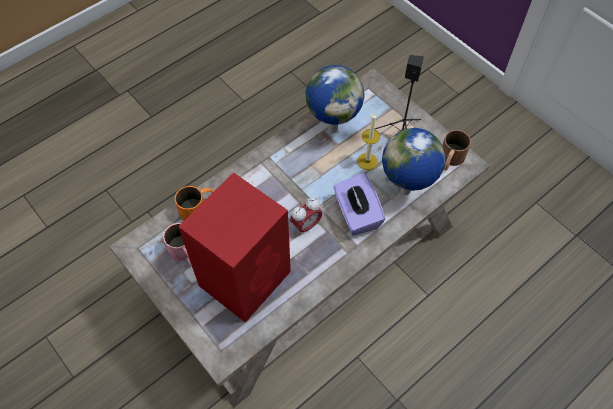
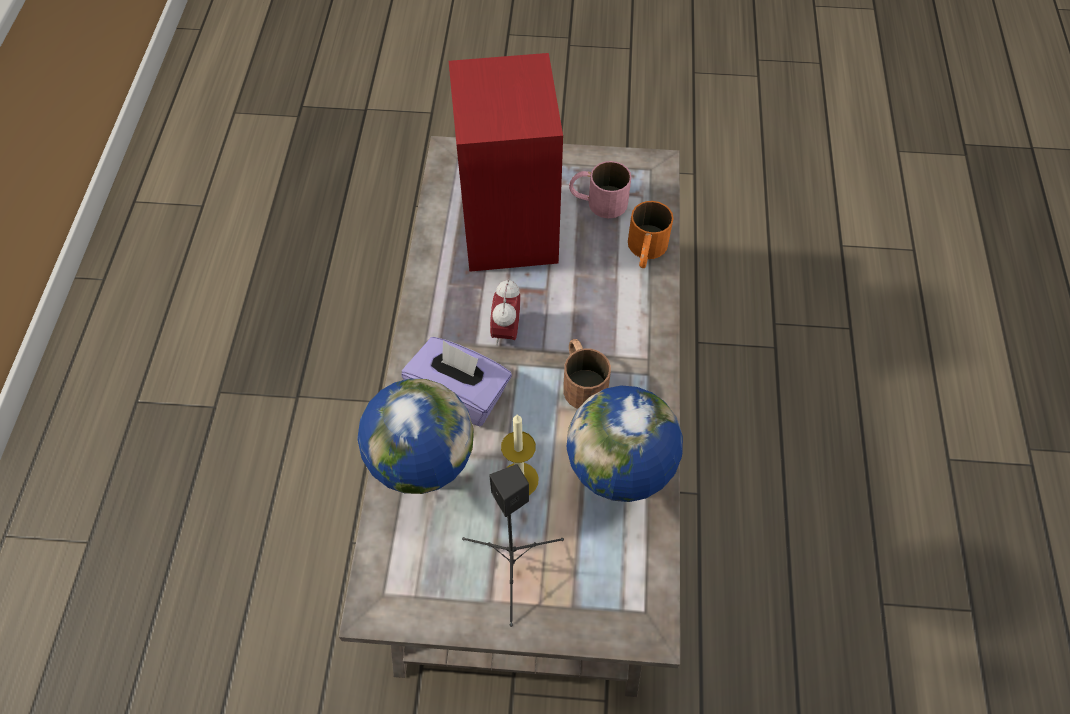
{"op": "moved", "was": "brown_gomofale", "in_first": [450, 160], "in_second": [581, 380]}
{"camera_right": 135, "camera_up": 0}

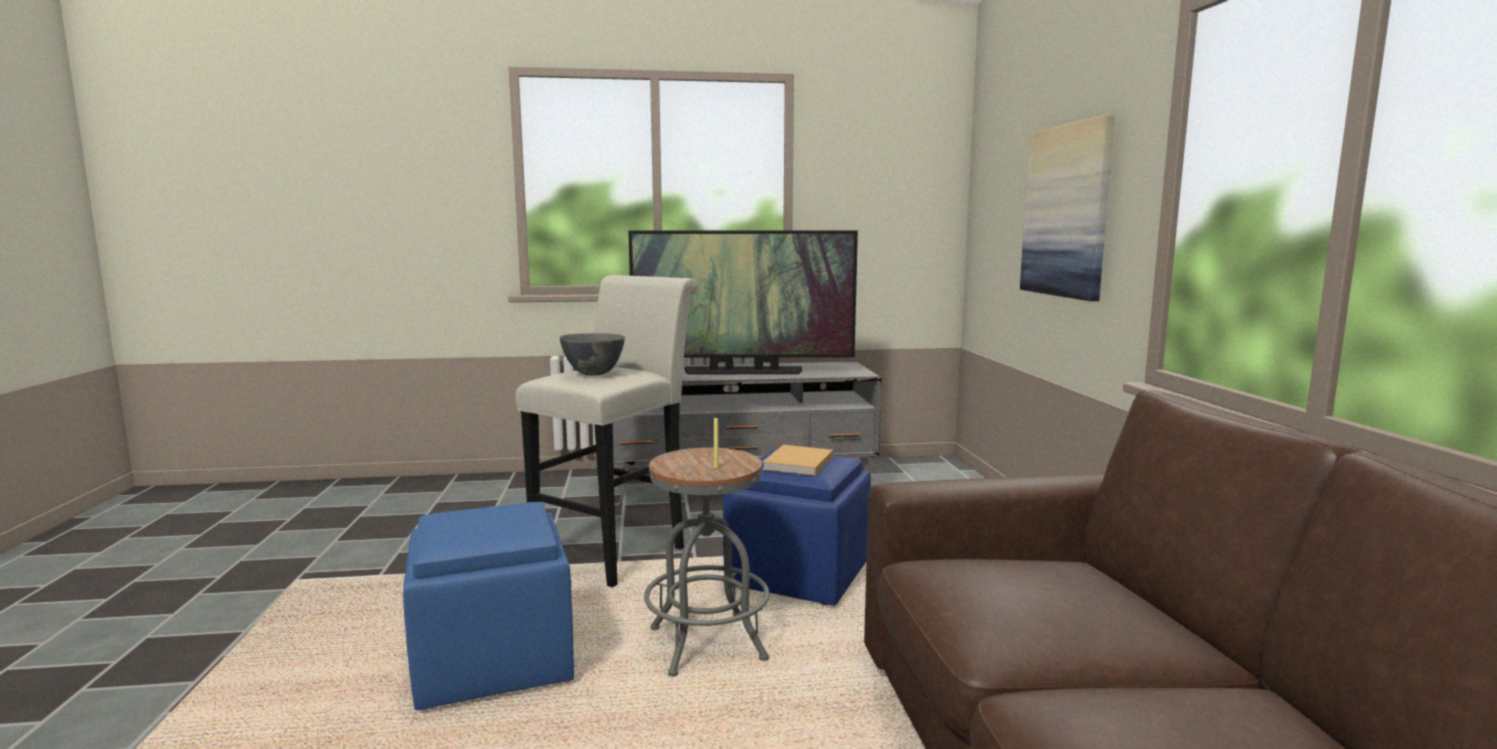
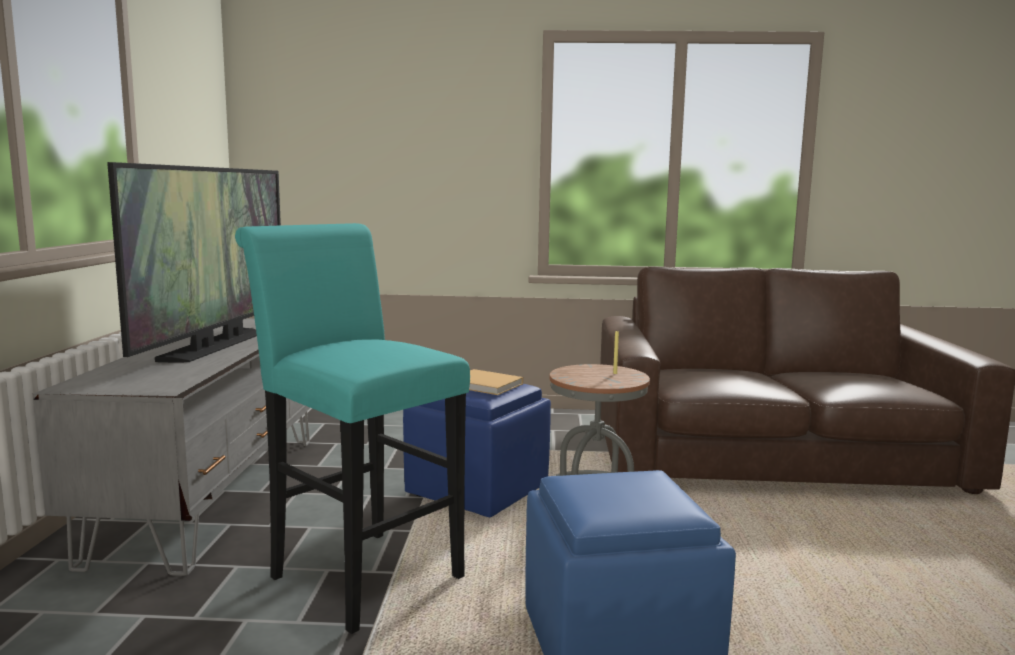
{"op": "removed", "was": "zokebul", "in_first": [1067, 211]}
{"op": "recoloured", "was": "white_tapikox", "now": "turquoise_tapikox", "in_first": [617, 550], "in_second": [358, 572]}
{"op": "removed", "was": "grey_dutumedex", "in_first": [594, 374]}
{"camera_right": -80, "camera_up": 0}

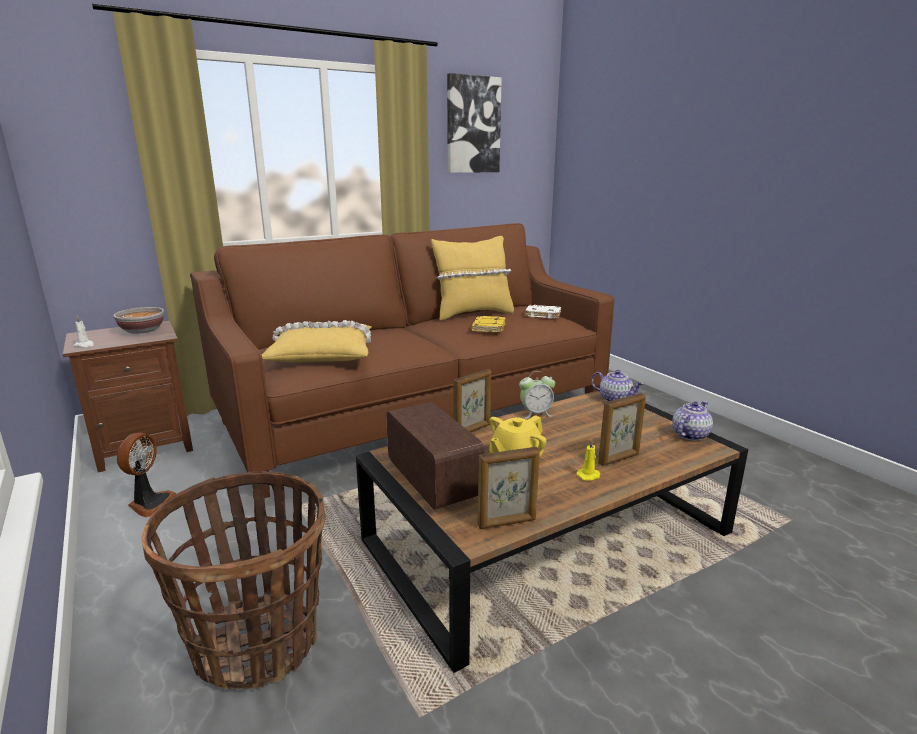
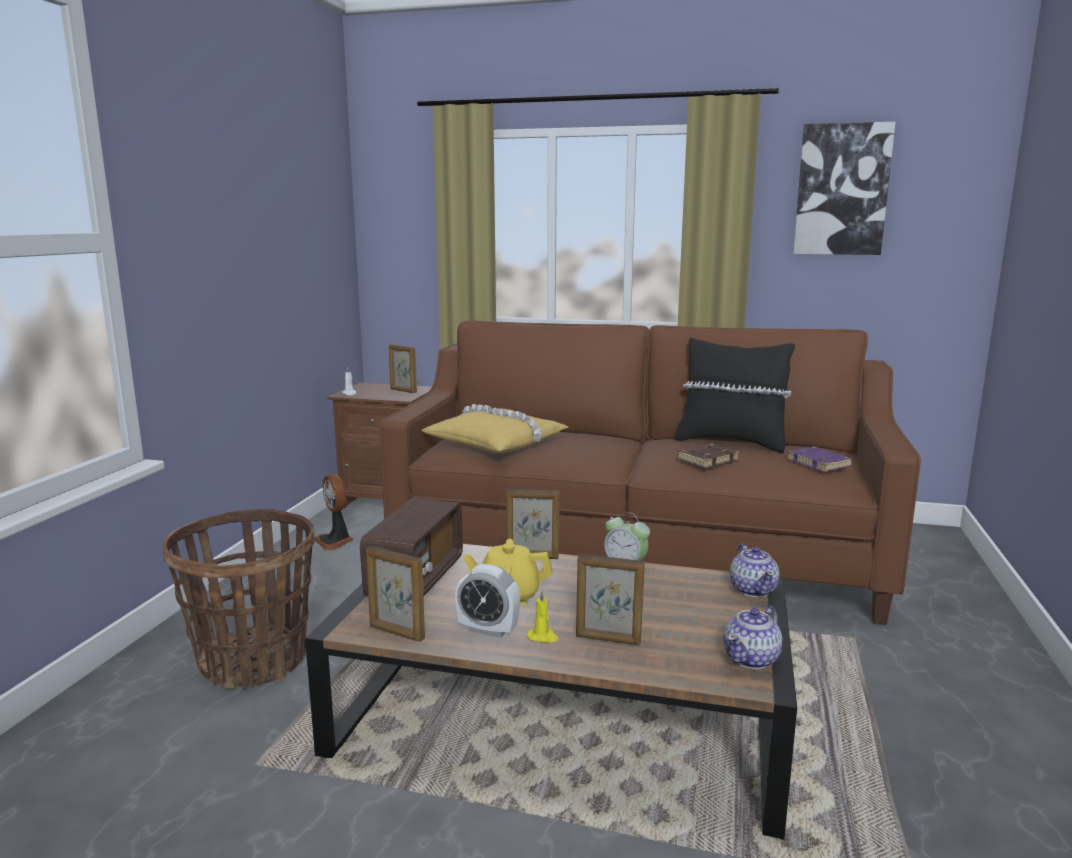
{"op": "recoloured", "was": "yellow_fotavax", "now": "black_fotavax", "in_first": [472, 314], "in_second": [731, 442]}
{"op": "recoloured", "was": "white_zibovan", "now": "purple_zibovan", "in_first": [543, 314], "in_second": [820, 463]}
{"op": "replaced", "was": "dutumedex", "now": "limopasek", "in_first": [143, 330], "in_second": [403, 391]}
{"op": "recoloured", "was": "yellow_zibovan", "now": "brown_zibovan", "in_first": [488, 327], "in_second": [707, 459]}
{"op": "turned", "was": "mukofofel", "in_first": [689, 435], "in_second": [752, 659], "clockwise": 135}
{"op": "turned", "was": "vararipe", "in_first": [150, 503], "in_second": [335, 541], "clockwise": 90}
{"op": "added", "now": "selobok", "in_second": [488, 630]}
{"camera_right": 45, "camera_up": -5}

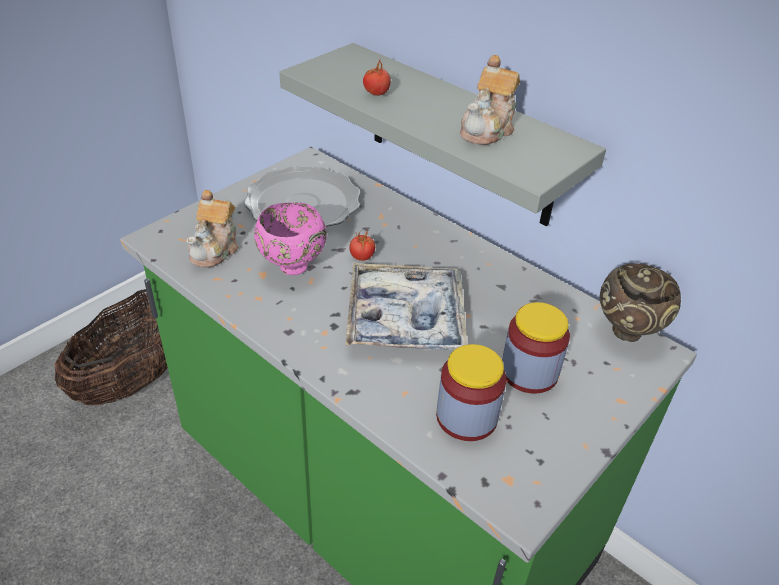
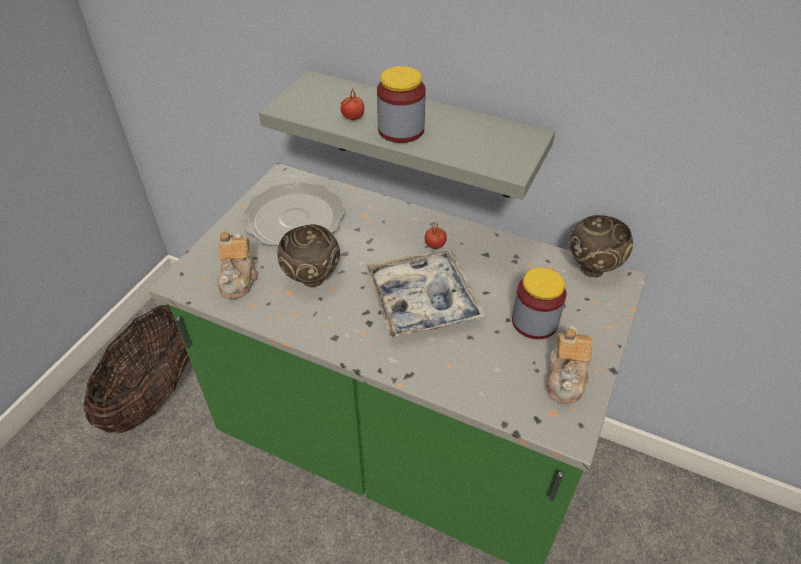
{"op": "moved", "was": "mukofofel", "in_first": [488, 129], "in_second": [566, 378]}
{"op": "recoloured", "was": "pink_dutumedex", "now": "brown_dutumedex", "in_first": [291, 268], "in_second": [311, 280]}
{"op": "moved", "was": "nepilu", "in_first": [362, 257], "in_second": [435, 245]}
{"op": "moved", "was": "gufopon", "in_first": [466, 417], "in_second": [401, 130]}
{"camera_right": -15, "camera_up": 5}

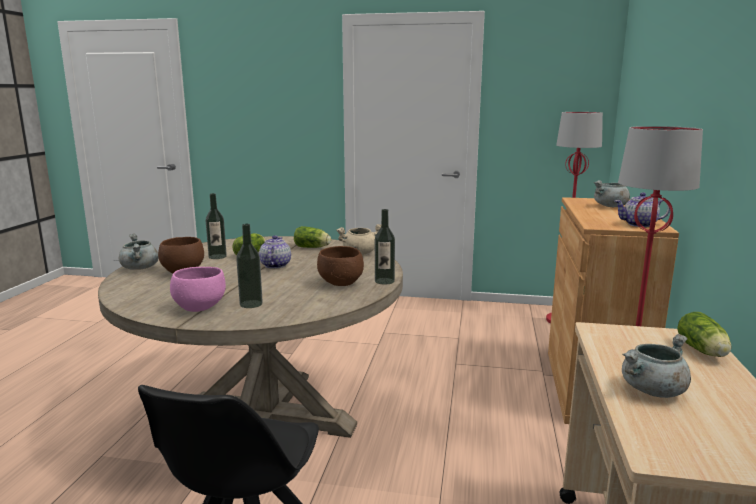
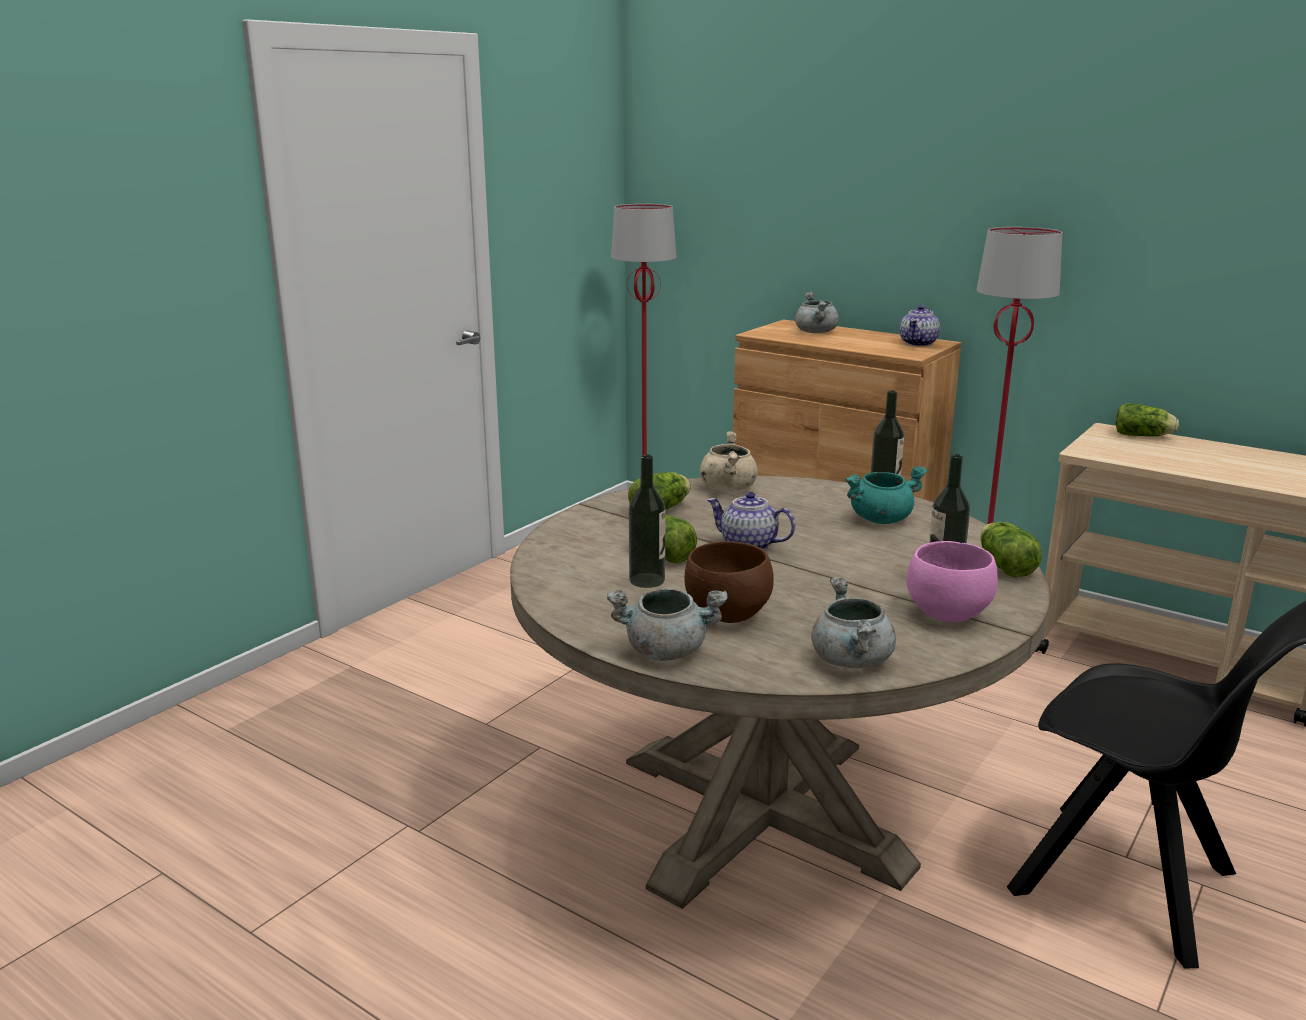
{"op": "replaced", "was": "brown_dutumedex", "now": "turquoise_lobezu", "in_first": [342, 284], "in_second": [881, 519]}
{"op": "moved", "was": "grey_lobezu", "in_first": [652, 391], "in_second": [852, 661]}
{"op": "added", "now": "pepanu", "in_second": [1004, 565]}
{"camera_right": -65, "camera_up": 5}

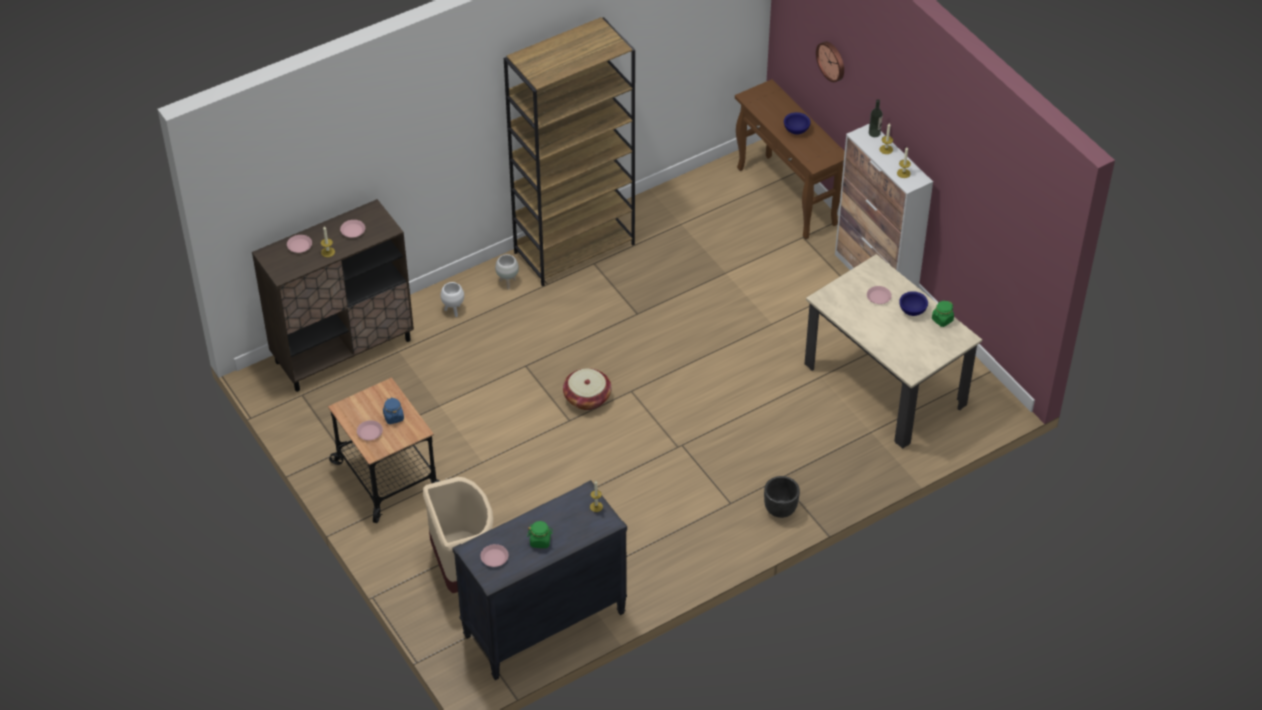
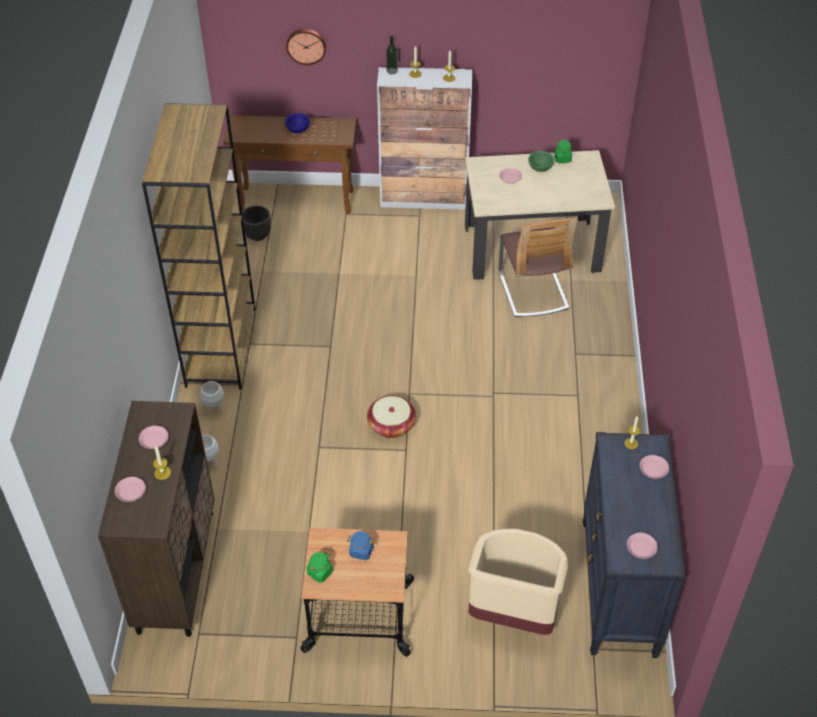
{"op": "recoloured", "was": "blue_dutumedex", "now": "green_dutumedex", "in_first": [912, 310], "in_second": [539, 168]}
{"op": "moved", "was": "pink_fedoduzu", "in_first": [370, 432], "in_second": [653, 468]}
{"op": "moved", "was": "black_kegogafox", "in_first": [780, 509], "in_second": [257, 235]}
{"op": "moved", "was": "green_gufopon", "in_first": [540, 541], "in_second": [320, 572]}
{"op": "added", "now": "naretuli", "in_second": [533, 291]}
{"camera_right": -55, "camera_up": 0}

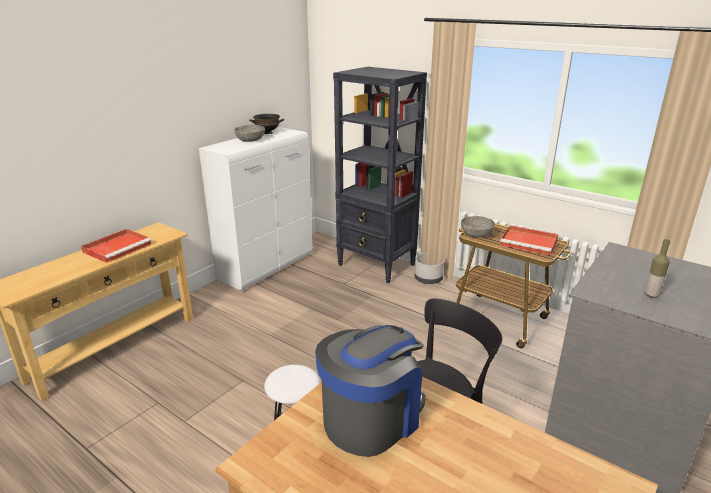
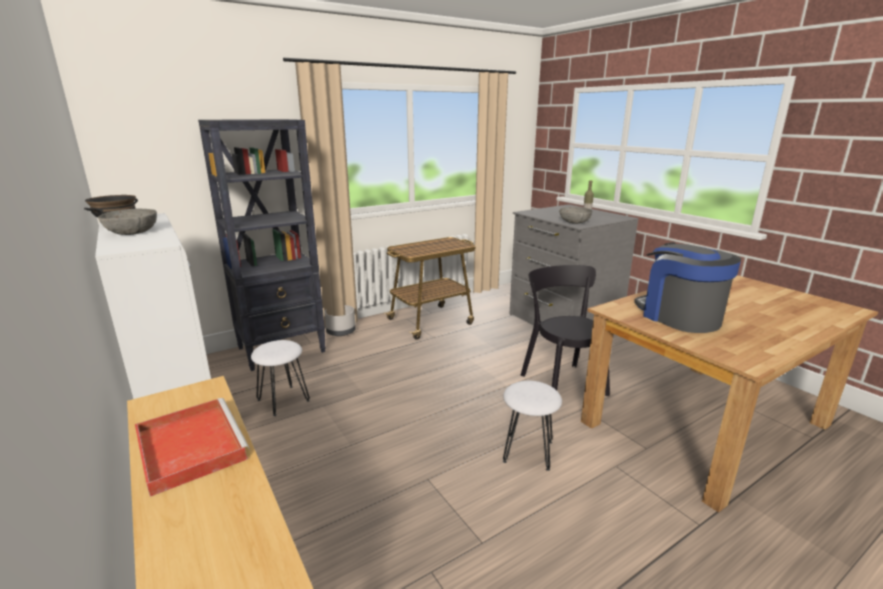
{"op": "moved", "was": "grey_dutumedex", "in_first": [476, 234], "in_second": [574, 222]}
{"op": "removed", "was": "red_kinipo", "in_first": [530, 242]}
{"op": "added", "now": "white_tapikox", "in_second": [283, 400]}
{"camera_right": -70, "camera_up": -5}

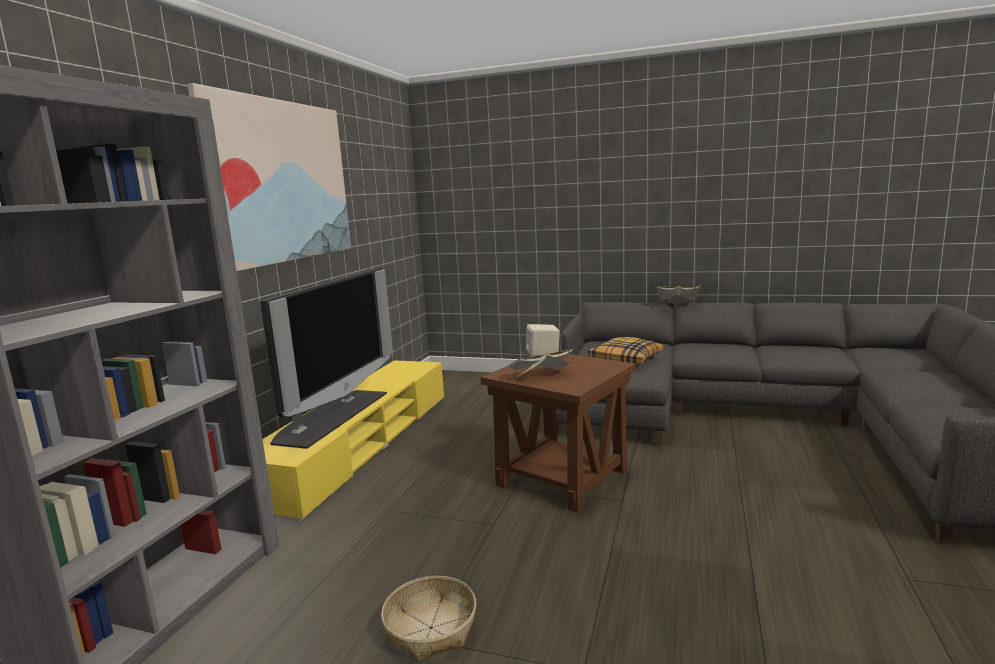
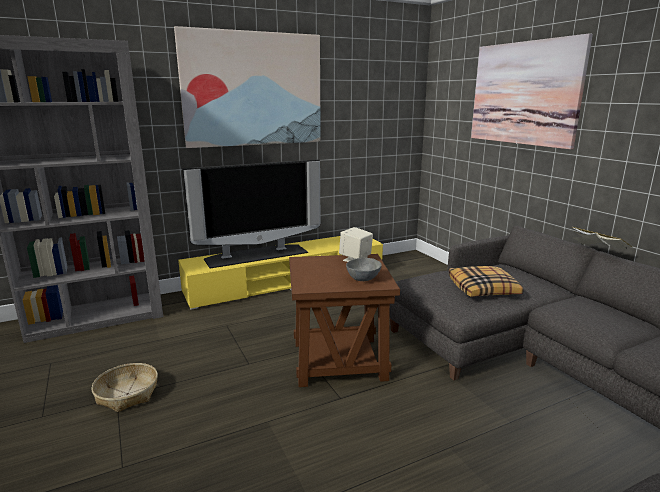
{"op": "removed", "was": "zibovan", "in_first": [541, 376]}
{"op": "added", "now": "zokebul", "in_second": [524, 93]}
{"op": "added", "now": "grey_dutumedex", "in_second": [364, 279]}
{"camera_right": 45, "camera_up": 5}

